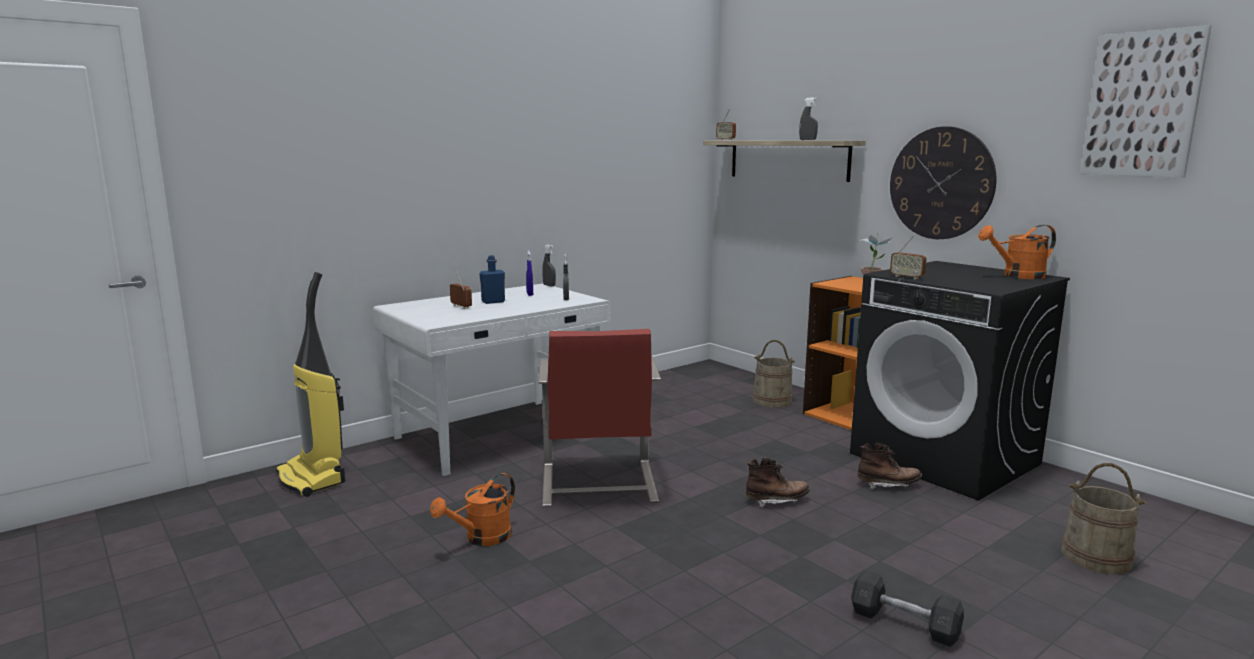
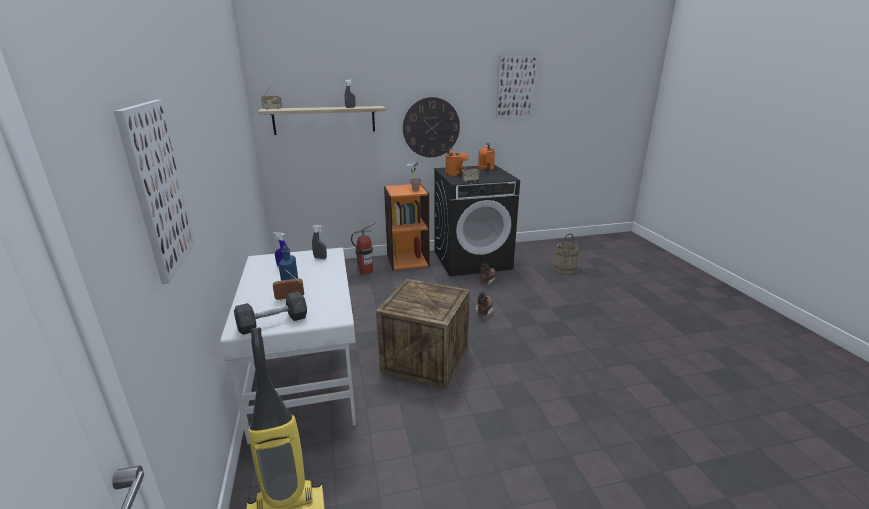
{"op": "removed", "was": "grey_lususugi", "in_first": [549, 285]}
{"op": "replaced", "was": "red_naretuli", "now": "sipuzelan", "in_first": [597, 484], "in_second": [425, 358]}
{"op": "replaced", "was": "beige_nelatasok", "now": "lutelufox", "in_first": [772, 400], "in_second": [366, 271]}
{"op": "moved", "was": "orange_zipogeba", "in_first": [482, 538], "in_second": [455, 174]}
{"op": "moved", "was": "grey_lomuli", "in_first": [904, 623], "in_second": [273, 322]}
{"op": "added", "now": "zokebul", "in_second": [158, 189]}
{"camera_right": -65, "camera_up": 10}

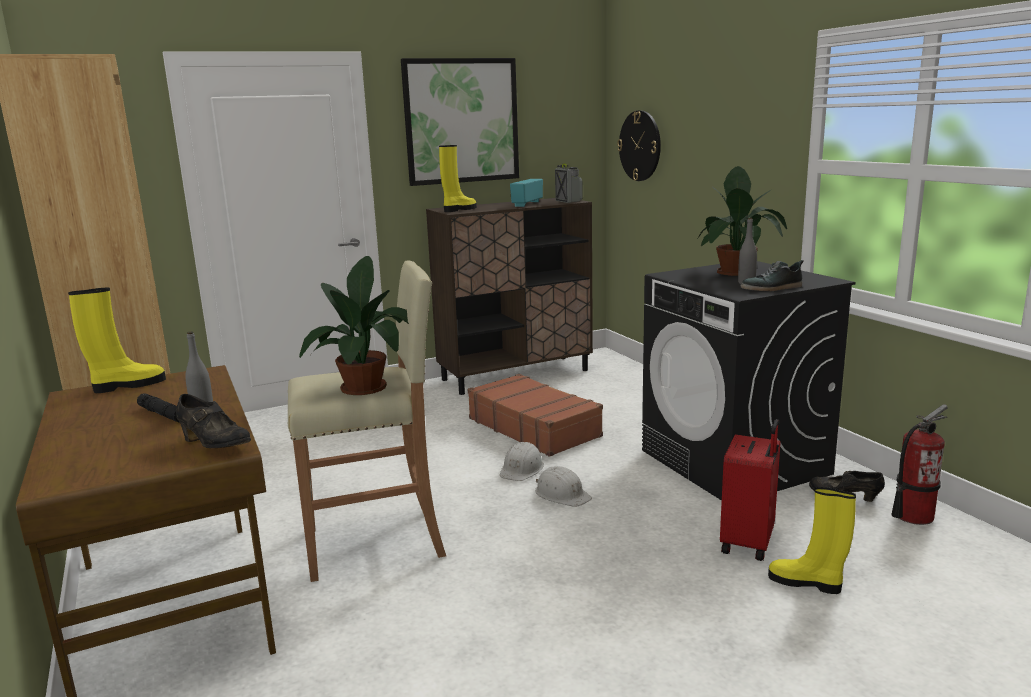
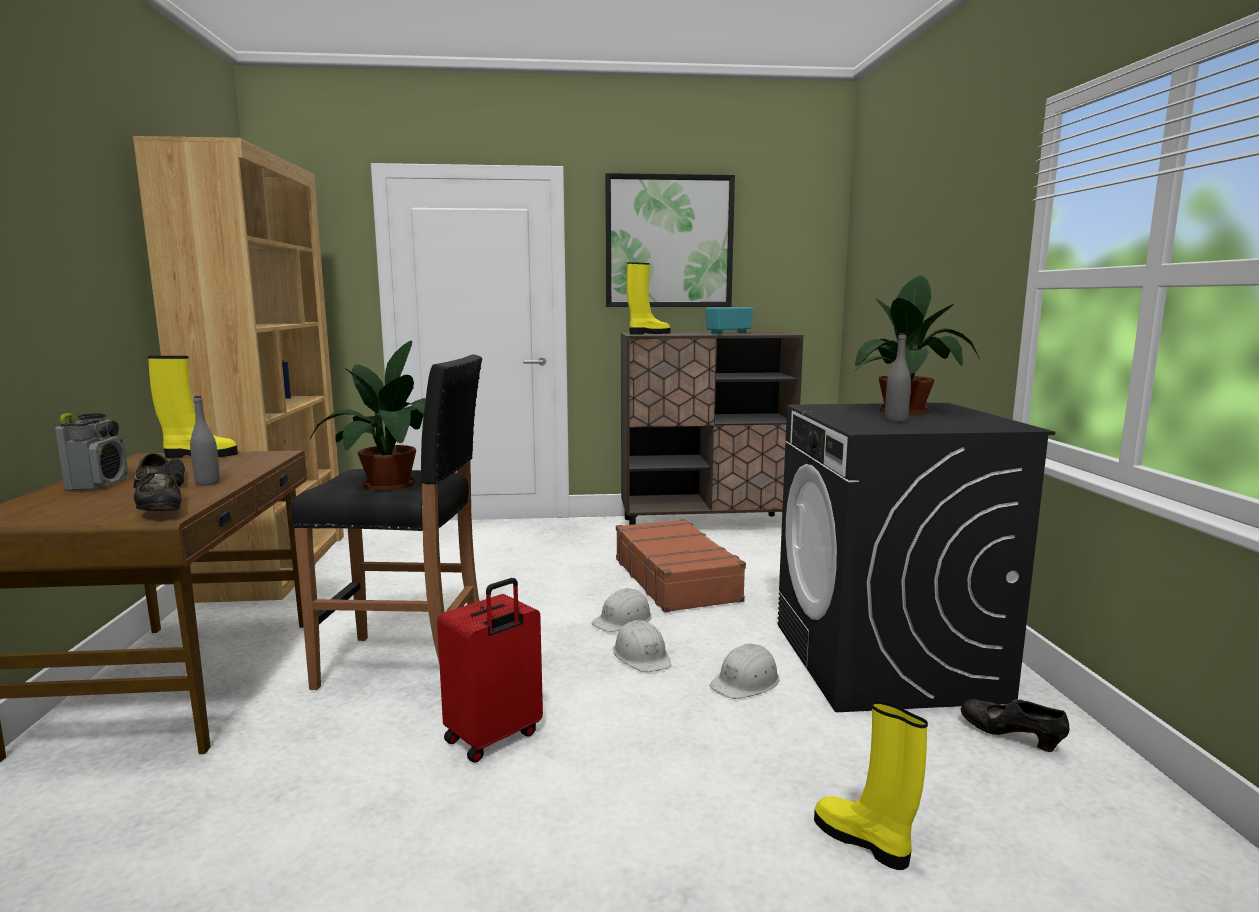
{"op": "removed", "was": "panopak", "in_first": [640, 146]}
{"op": "moved", "was": "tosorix", "in_first": [568, 201], "in_second": [98, 484]}
{"op": "recoloured", "was": "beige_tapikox", "now": "black_tapikox", "in_first": [376, 543], "in_second": [407, 665]}
{"op": "removed", "was": "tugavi", "in_first": [772, 288]}
{"op": "removed", "was": "lutelufox", "in_first": [912, 516]}
{"op": "moved", "was": "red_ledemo", "in_first": [749, 543], "in_second": [494, 738]}
{"op": "added", "now": "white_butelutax", "in_second": [746, 681]}
{"camera_right": 20, "camera_up": -5}

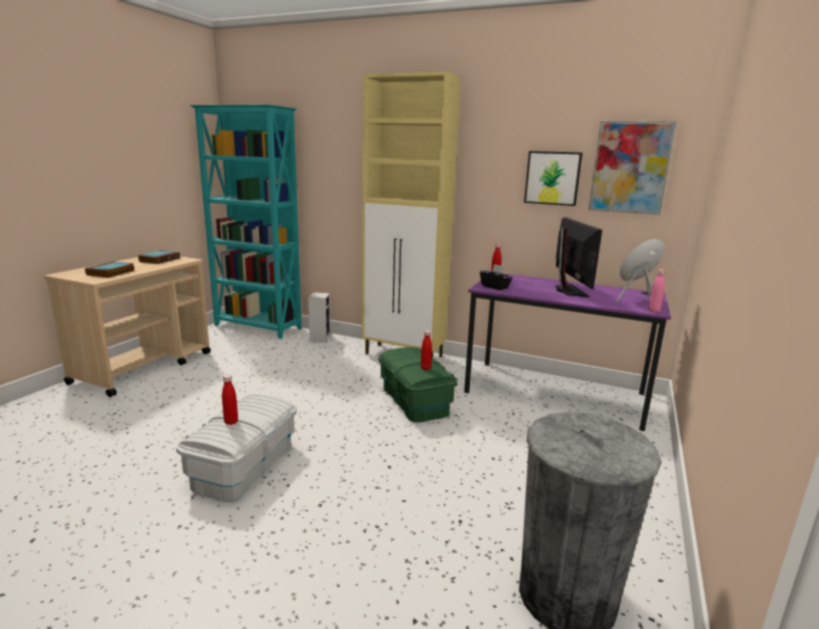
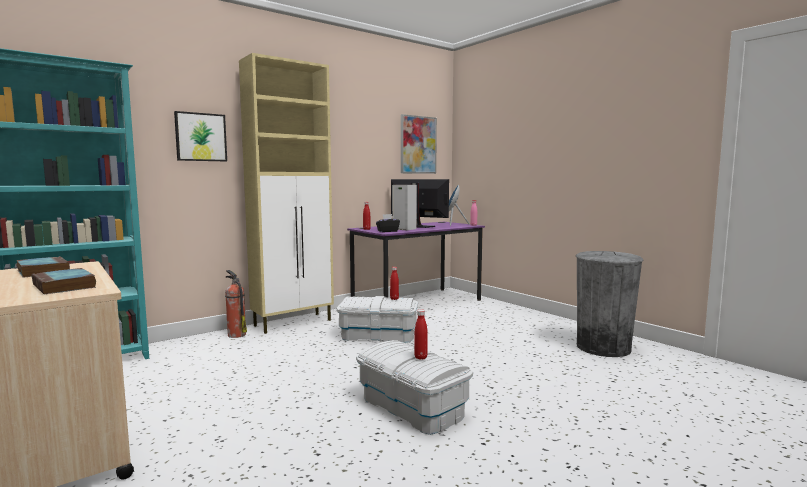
{"op": "moved", "was": "zokebul", "in_first": [552, 178], "in_second": [200, 137]}
{"op": "moved", "was": "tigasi", "in_first": [320, 338], "in_second": [403, 229]}
{"op": "recoloured", "was": "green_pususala", "now": "white_pususala", "in_first": [415, 401], "in_second": [378, 335]}
{"op": "added", "now": "lutelufox", "in_second": [236, 334]}
{"camera_right": -60, "camera_up": -10}

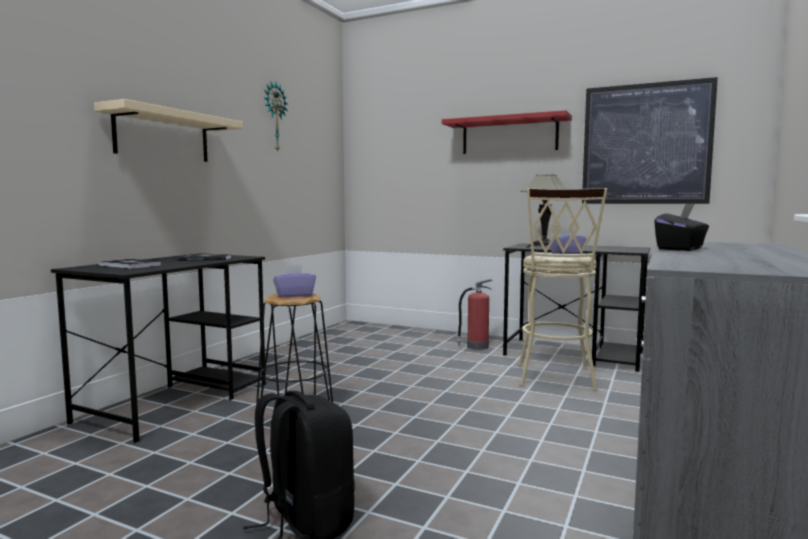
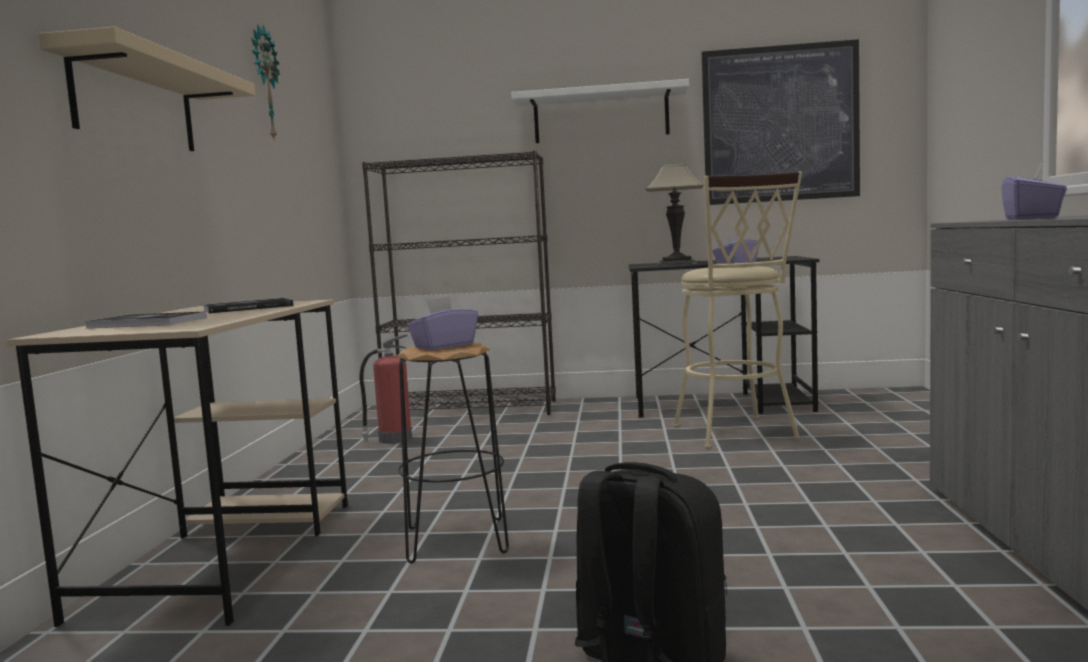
{"op": "recoloured", "was": "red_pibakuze", "now": "white_pibakuze", "in_first": [509, 135], "in_second": [601, 116]}
{"op": "recoloured", "was": "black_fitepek", "now": "purple_fitepek", "in_first": [681, 249], "in_second": [1032, 218]}
{"op": "recoloured", "was": "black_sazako", "now": "beige_sazako", "in_first": [177, 401], "in_second": [227, 554]}
{"op": "moved", "was": "lutelufox", "in_first": [476, 347], "in_second": [393, 439]}
{"op": "added", "now": "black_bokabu", "in_second": [473, 410]}
{"camera_right": -20, "camera_up": 0}

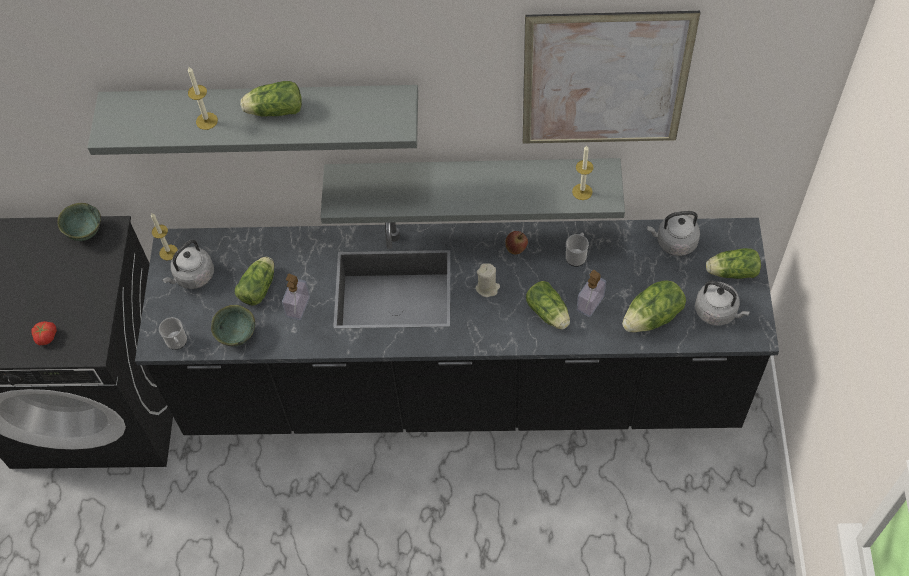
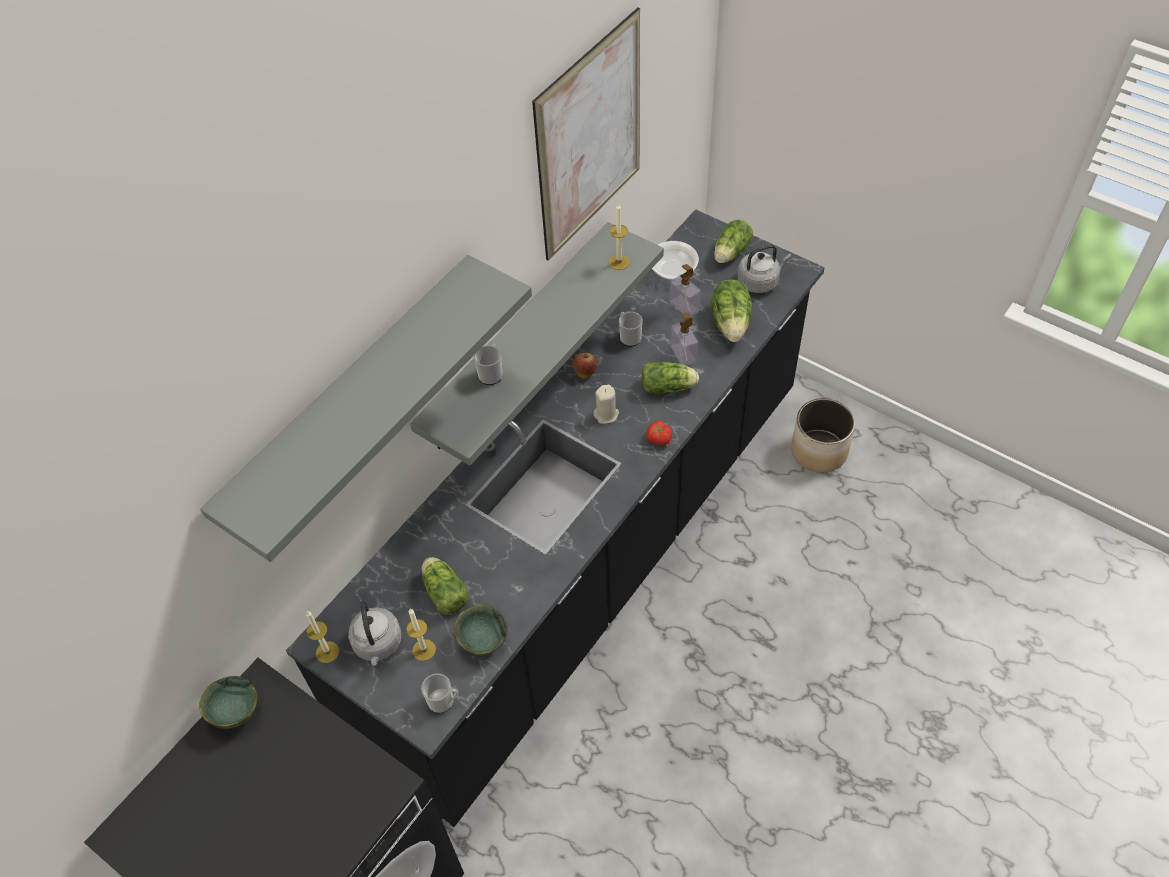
{"op": "moved", "was": "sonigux", "in_first": [206, 121], "in_second": [424, 650]}
{"op": "removed", "was": "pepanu", "in_first": [273, 111]}
{"op": "replaced", "was": "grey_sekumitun", "now": "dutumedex", "in_first": [674, 242], "in_second": [673, 270]}
{"op": "moved", "was": "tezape", "in_first": [298, 307], "in_second": [684, 306]}
{"op": "moved", "was": "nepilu", "in_first": [45, 336], "in_second": [658, 439]}
{"op": "added", "now": "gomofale", "in_second": [491, 373]}
{"op": "added", "now": "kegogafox", "in_second": [819, 451]}
{"camera_right": -55, "camera_up": -5}

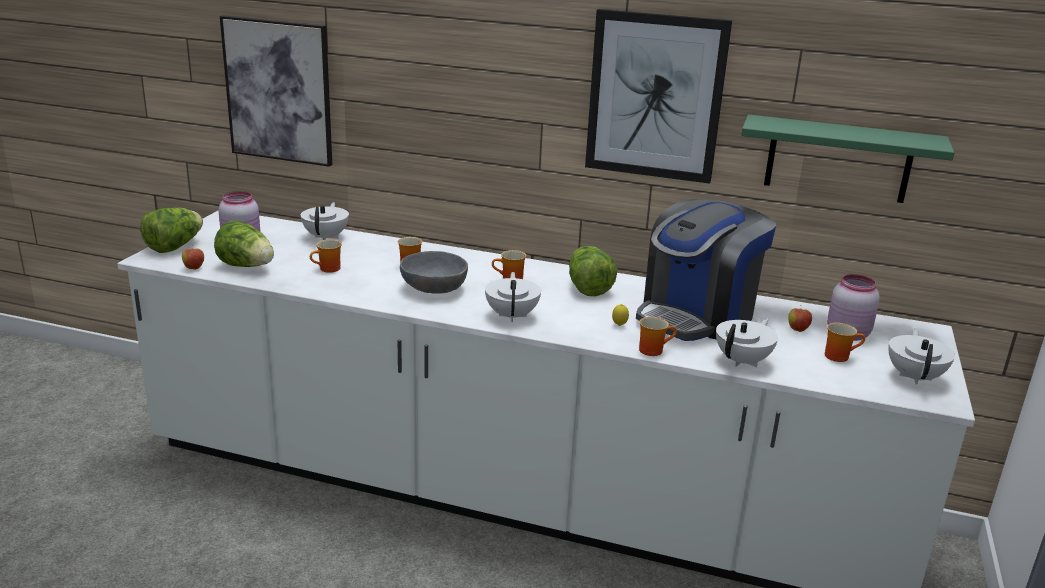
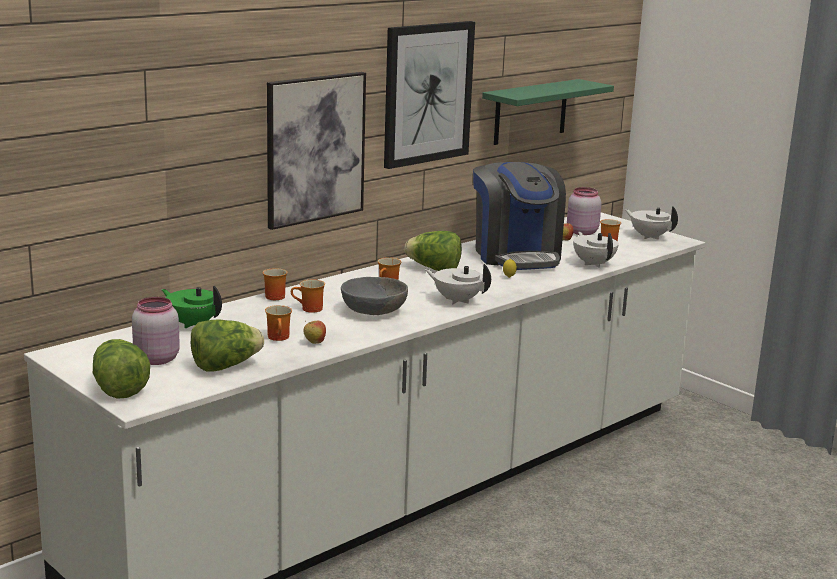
{"op": "moved", "was": "zokebul", "in_first": [278, 91], "in_second": [315, 149]}
{"op": "recoloured", "was": "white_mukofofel", "now": "green_mukofofel", "in_first": [326, 237], "in_second": [193, 324]}
{"op": "moved", "was": "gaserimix", "in_first": [194, 268], "in_second": [314, 343]}
{"op": "moved", "was": "gomofale", "in_first": [653, 349], "in_second": [274, 296]}
{"camera_right": -60, "camera_up": -5}

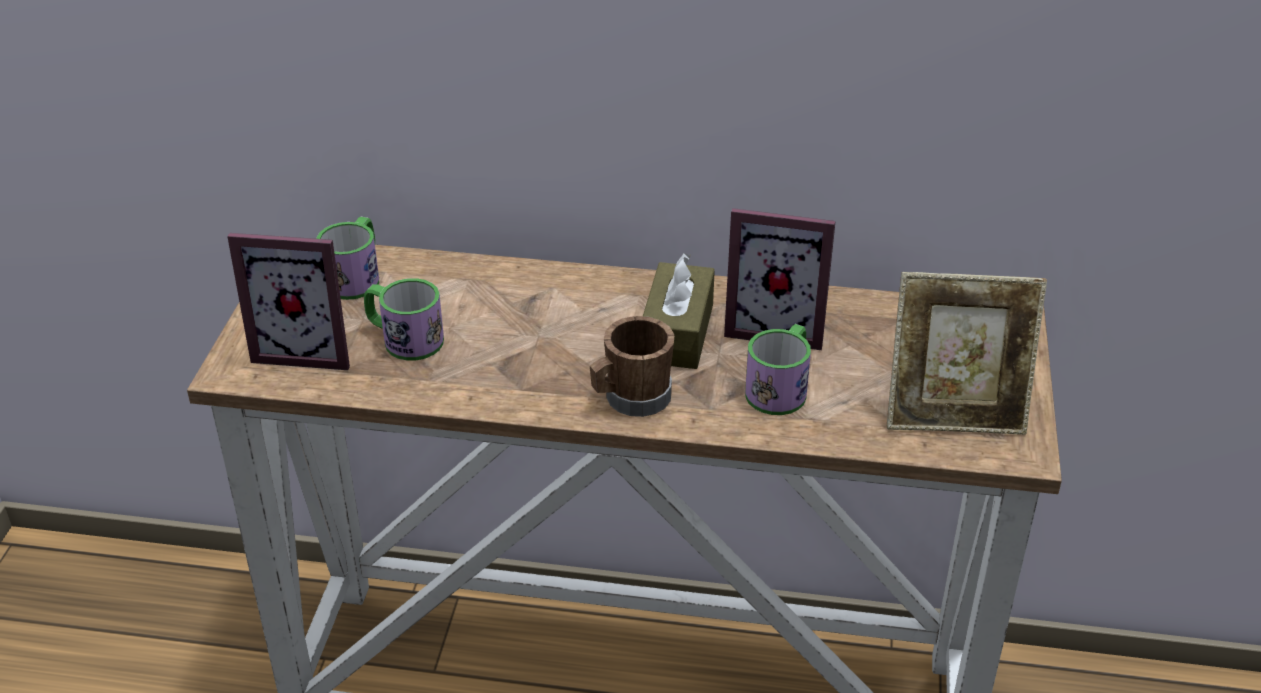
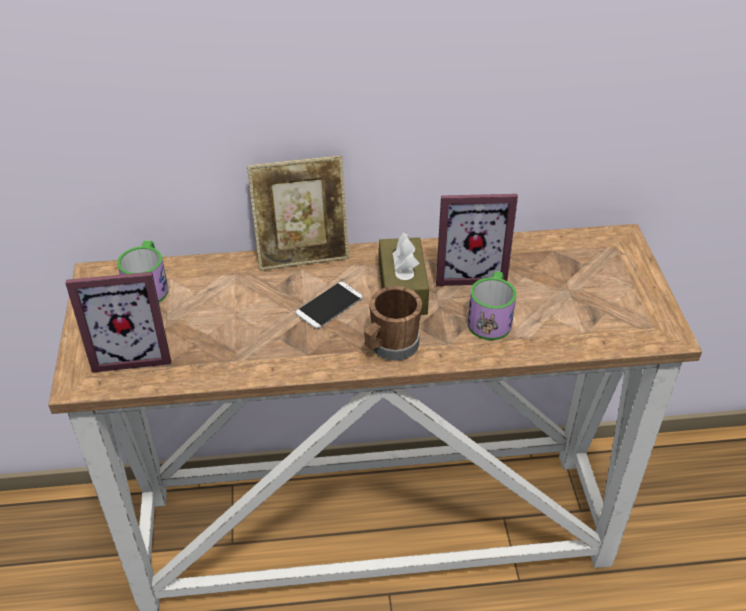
{"op": "moved", "was": "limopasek", "in_first": [954, 415], "in_second": [302, 254]}
{"op": "removed", "was": "gomofale", "in_first": [404, 338]}
{"op": "added", "now": "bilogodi", "in_second": [329, 306]}
{"camera_right": -15, "camera_up": 5}

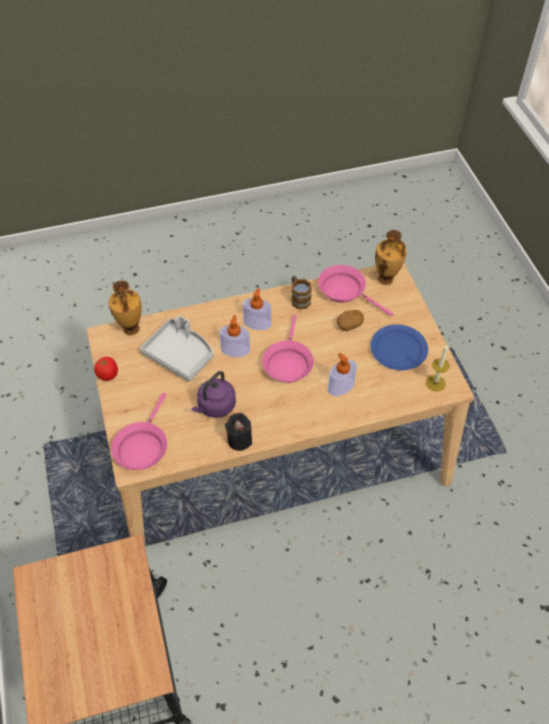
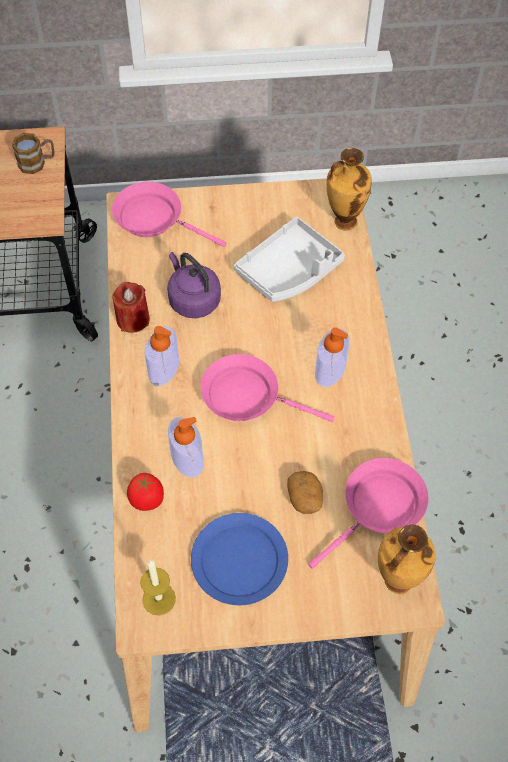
{"op": "moved", "was": "gomofale", "in_first": [299, 298], "in_second": [37, 163]}
{"op": "moved", "was": "tezape", "in_first": [235, 350], "in_second": [163, 368]}
{"op": "moved", "was": "nepilu", "in_first": [108, 375], "in_second": [147, 499]}
{"op": "recoloured", "was": "black_sonigux", "now": "red_sonigux", "in_first": [239, 440], "in_second": [133, 319]}
{"camera_right": 100, "camera_up": 5}

